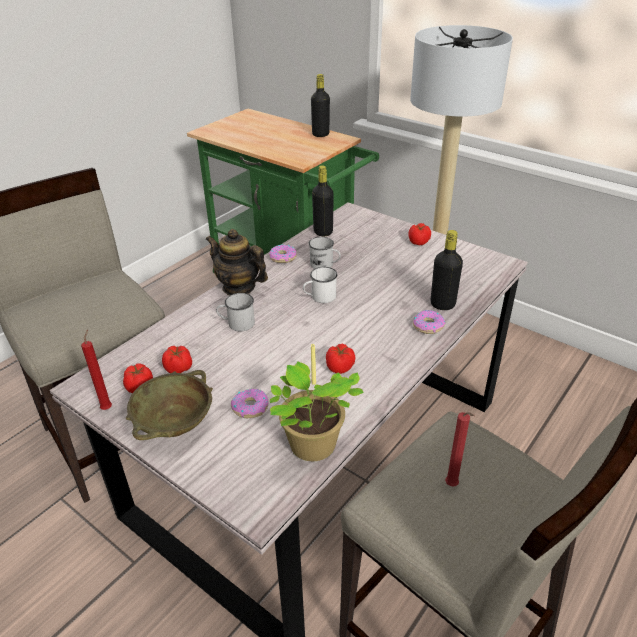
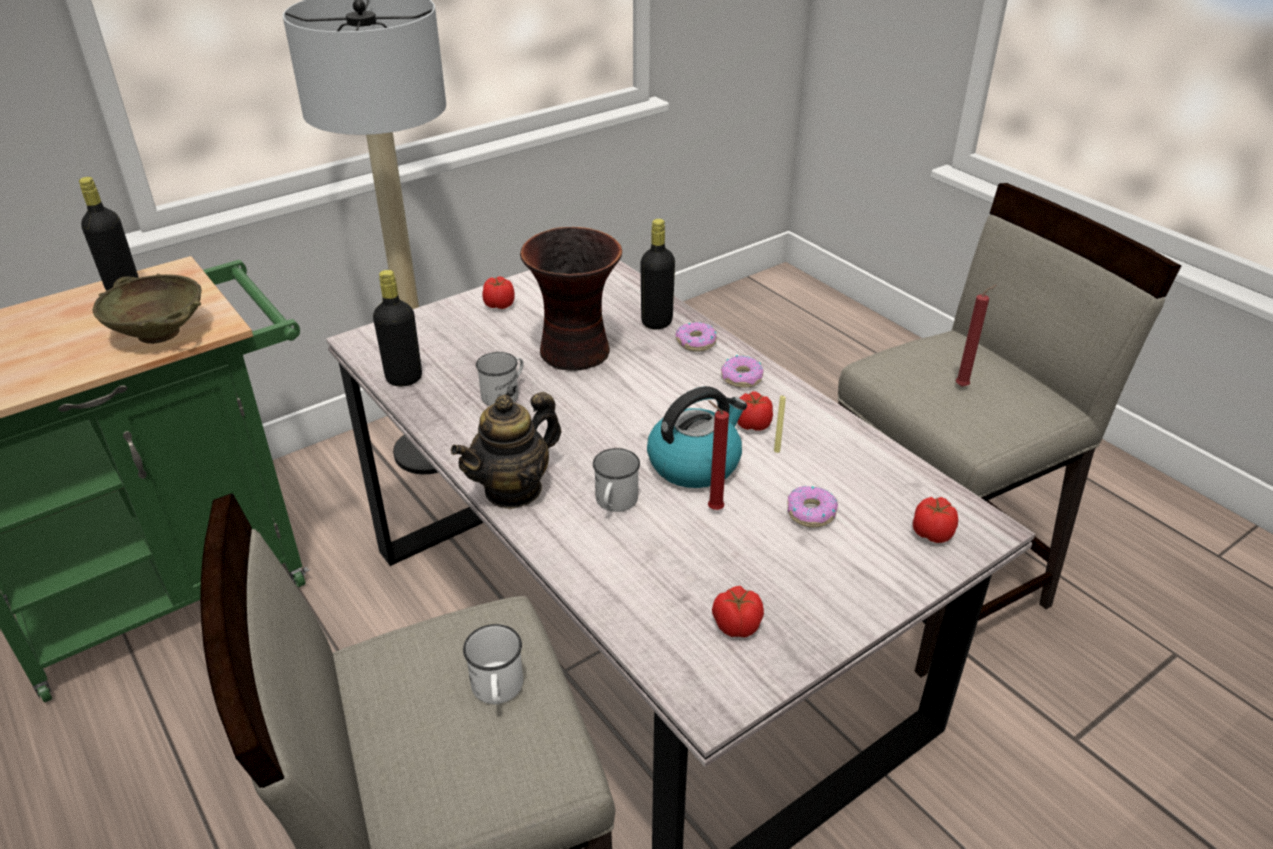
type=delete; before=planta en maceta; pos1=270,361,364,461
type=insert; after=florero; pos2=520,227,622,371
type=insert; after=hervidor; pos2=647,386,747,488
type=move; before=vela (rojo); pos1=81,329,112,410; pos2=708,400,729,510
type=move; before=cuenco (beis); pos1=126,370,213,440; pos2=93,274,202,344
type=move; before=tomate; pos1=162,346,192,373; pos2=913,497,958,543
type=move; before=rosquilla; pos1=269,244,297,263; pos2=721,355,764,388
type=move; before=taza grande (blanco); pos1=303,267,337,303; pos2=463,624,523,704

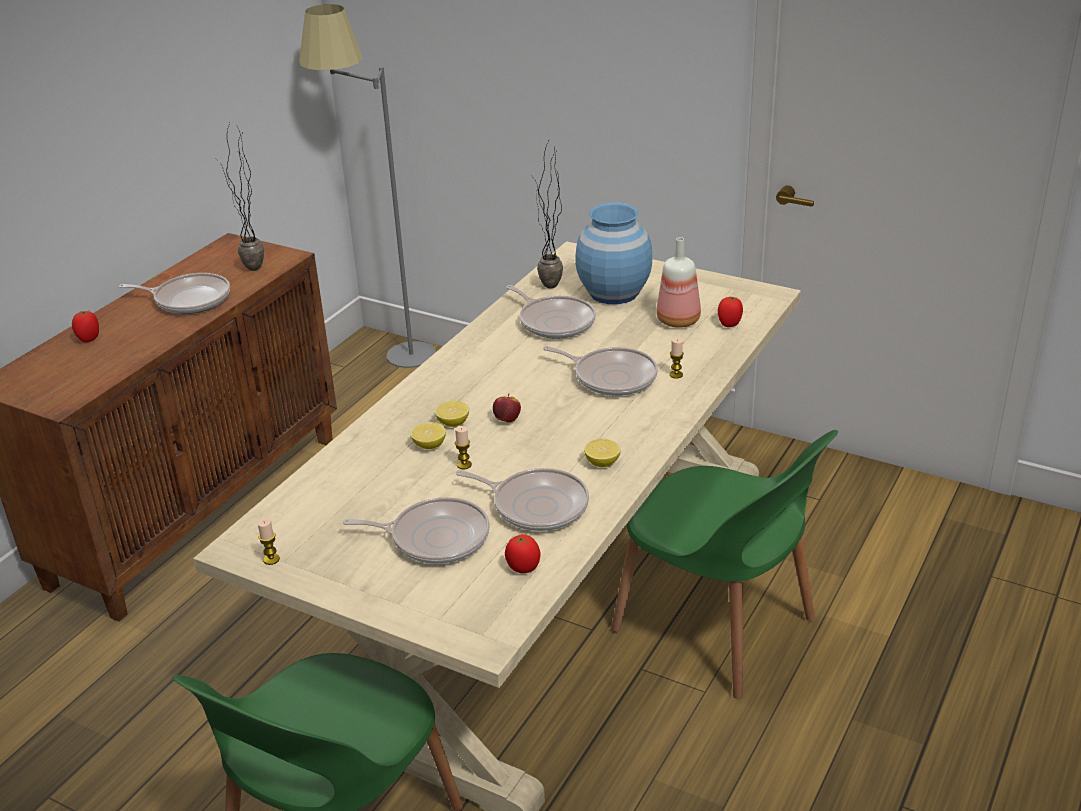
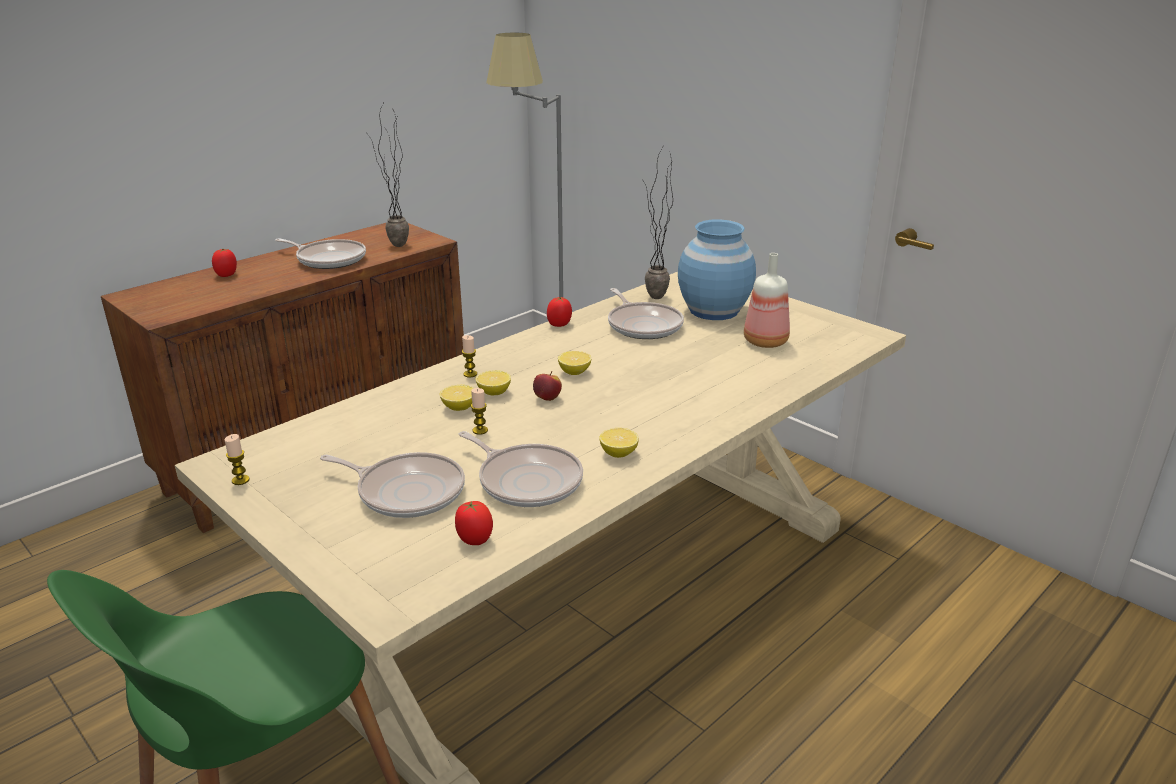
type=delete; before=sartén; pos1=543,346,658,396
type=delete; before=silla (verde); pos1=611,430,838,699
type=insert; after=limón; pos2=558,351,591,375
type=move; before=vela; pos1=669,338,684,378; pos2=462,335,477,378
type=move; before=tomate; pos1=718,297,743,327; pos2=547,297,572,327

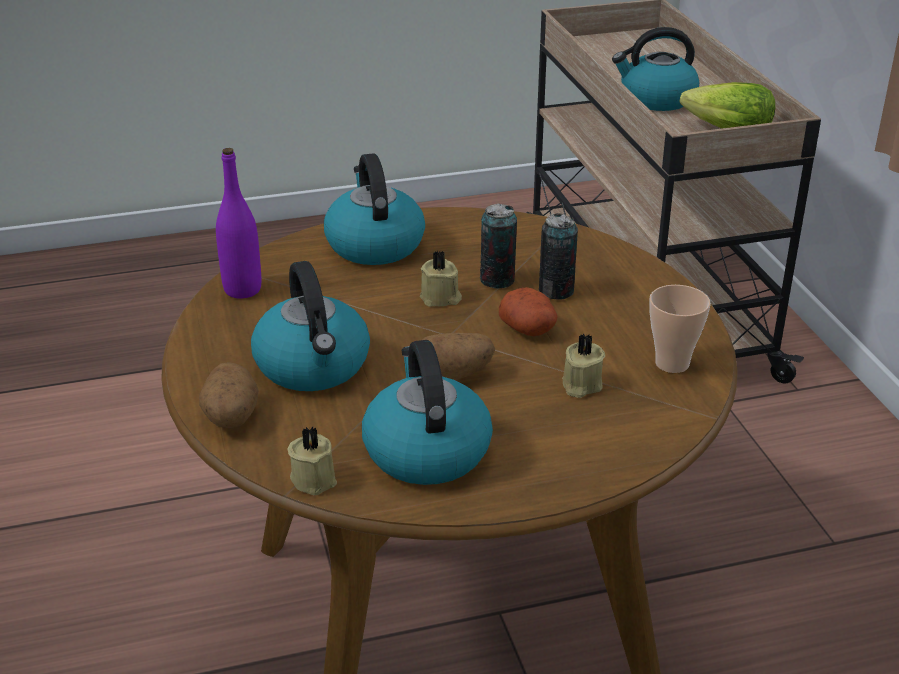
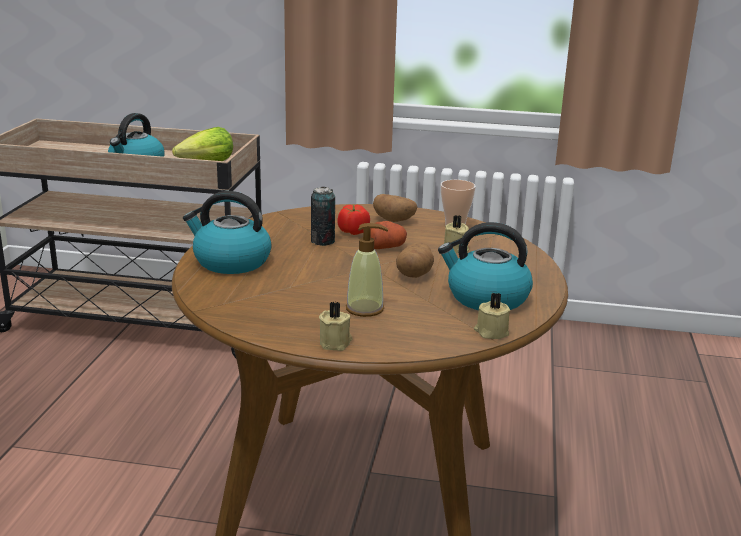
type=delete; before=botella (morado); pos1=216,148,261,298
type=move; before=patata; pos1=199,362,258,428; pos2=373,194,418,222
type=move; before=vela (beis); pos1=420,251,462,307; pos2=319,301,353,351
type=replace; before=hervidor; after=dispensador de jabón; pos1=251,261,370,391; pos2=346,223,388,317
type=replace; before=lata; after=tomate; pos1=539,213,578,300; pos2=337,204,370,235

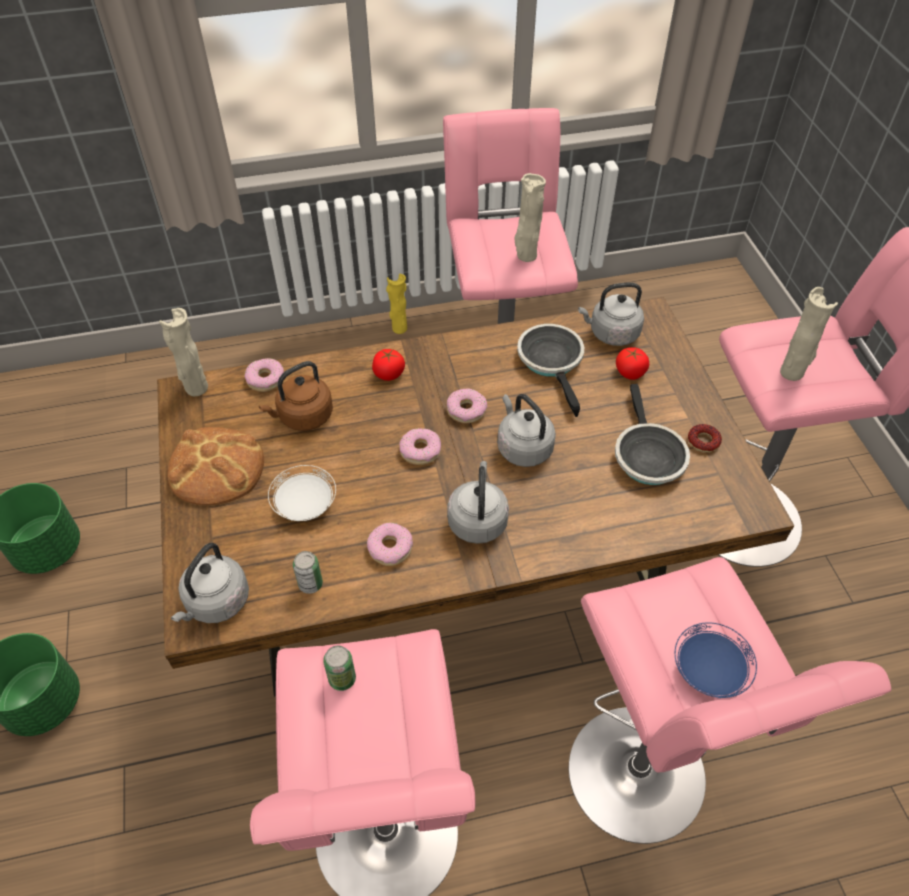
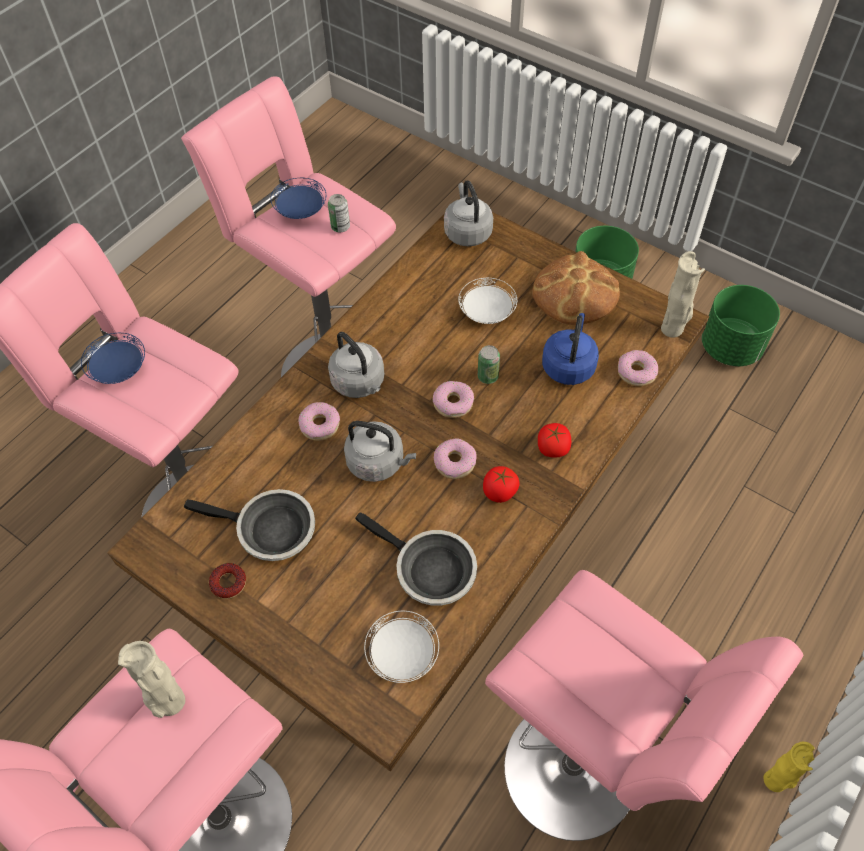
type=delete; before=florero (beis); pos1=515,173,546,262
type=insert; after=plato (azul); pos2=270,178,326,219
type=move; before=lata; pos1=293,551,323,594; pos2=478,345,500,384
type=move; before=rosquilla; pos1=367,523,413,566; pos2=298,402,340,441
type=move; before=tomate; pos1=616,347,649,380; pos2=483,466,520,503
type=replace; before=hervidor (gris); after=plato (blanco); pos1=578,283,644,346; pos2=364,611,439,683
type=recolor; before=hervidor (marrón); after=hervidor (azul); pos1=259,361,333,431; pos2=542,313,599,385
type=rotate; before=sartén; pos1=615,384,690,485; pos2=184,489,315,561; turn=150

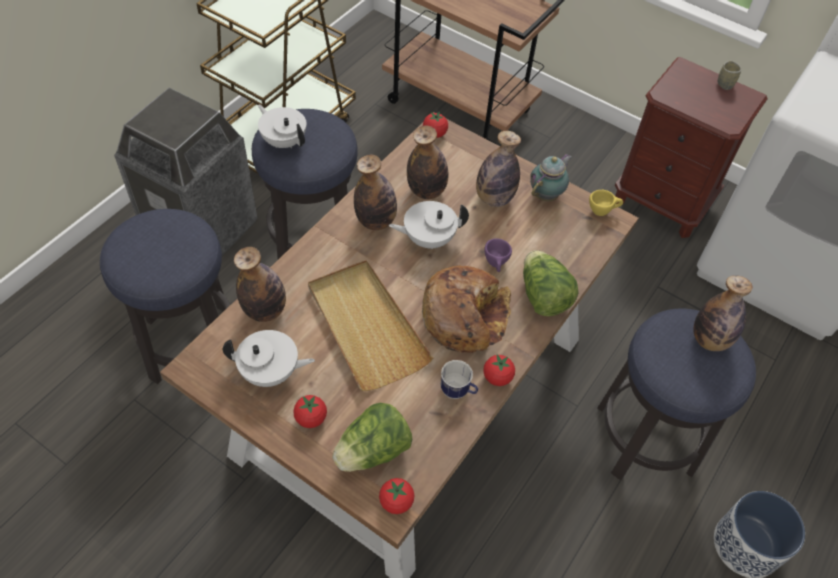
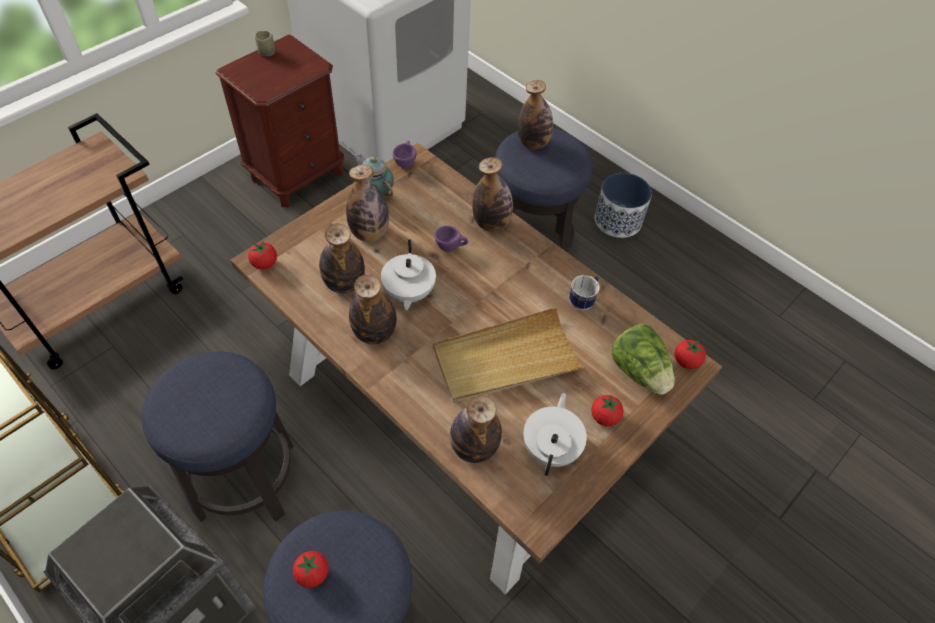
type=delete; before=tetera (blanco); pos1=258,104,307,148
type=delete; before=pan; pos1=422,266,511,353
type=move; before=tomate; pos1=483,355,515,386; pos2=293,551,329,588
type=replace; before=lechuga; after=botella; pos1=523,250,579,316; pos2=472,157,513,232
type=recolor; before=taza (amarillo); after=taza (morado); pos1=589,190,623,216; pos2=393,141,417,168

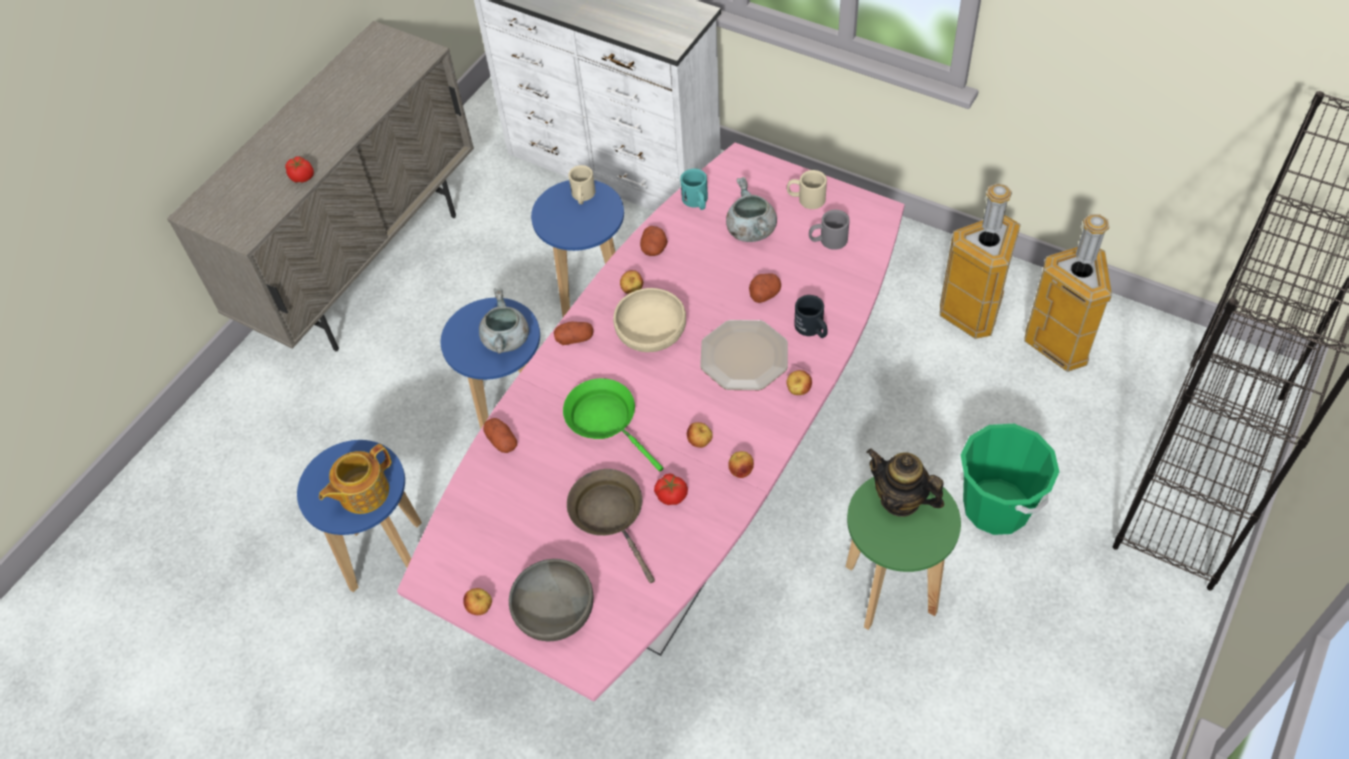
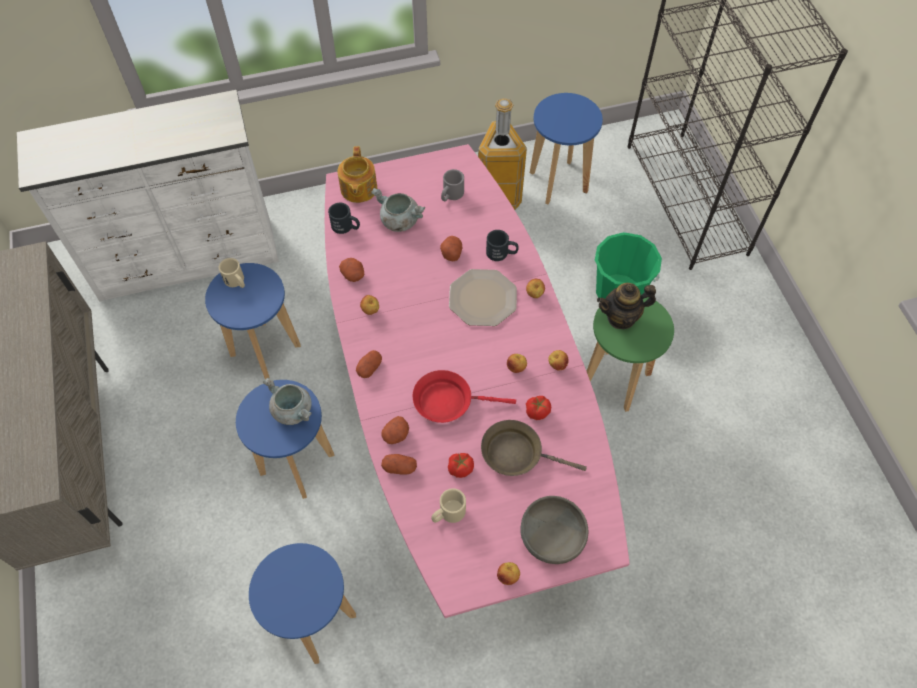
type=delete; before=cuenco (beis); pos1=613,288,686,352
type=insert; after=patata; pos2=381,416,409,444
type=move; before=tomate; pos1=285,157,314,183; pos2=448,453,474,478
type=move; before=tetera; pos1=319,444,391,514; pos2=337,146,377,203
type=move; before=taza grande (beis); pos1=787,170,827,209; pos2=431,488,466,523
type=replace; before=papelera; after=taburete (azul); pos1=1024,214,1112,372; pos2=530,93,603,204
type=recolor; before=sartén (verde); after=sartén (rojo); pos1=563,378,663,471; pos2=413,370,516,423
type=recolor; before=taza grande (turquesa); after=taza grande (negro); pos1=680,169,708,210; pos2=328,203,360,234

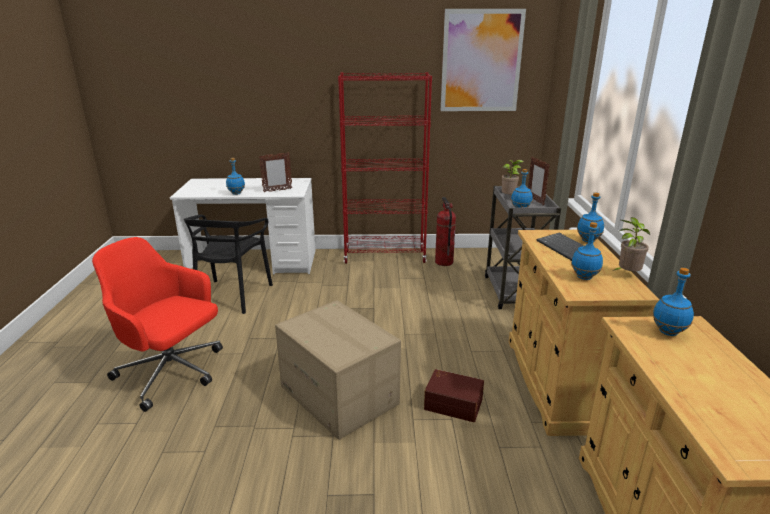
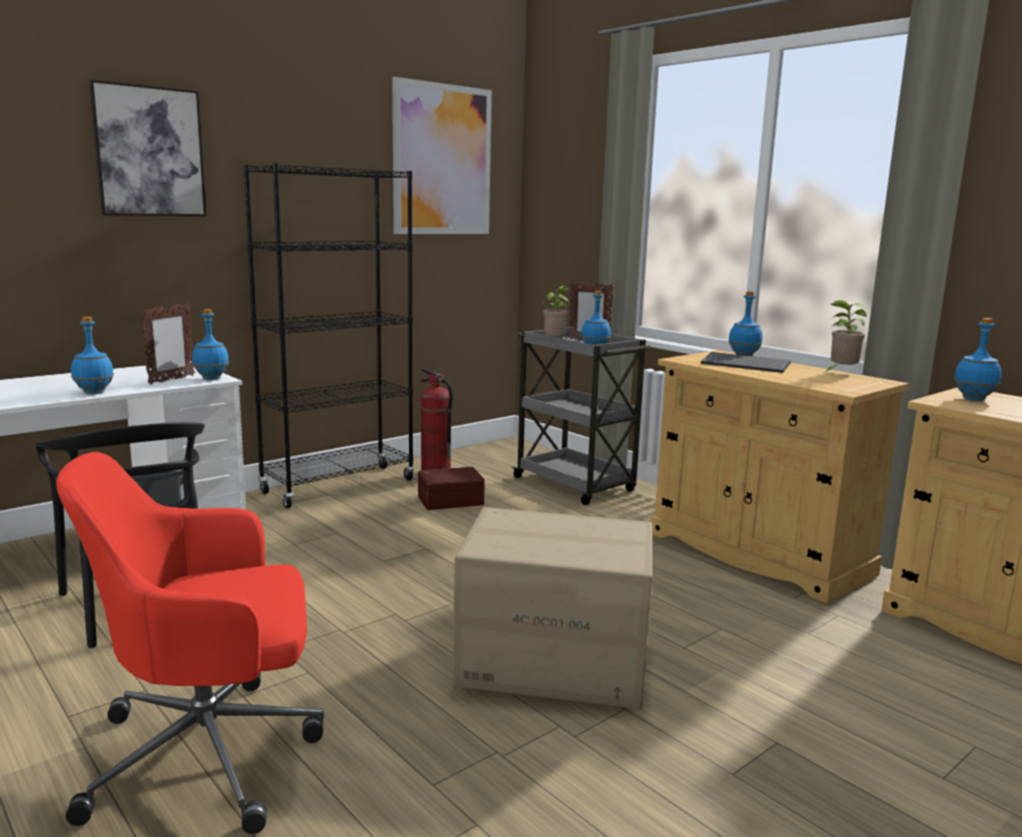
type=insert; after=cuadro; pos2=89,80,206,216
type=move; before=caja de almacenaje (marrón); pos1=424,369,484,422; pos2=418,467,485,510
type=move; before=botella (azul); pos1=571,222,603,280; pos2=192,309,229,380
type=recolor; before=estantería (rojo); after=estantería (negro); pos1=338,72,432,264; pos2=243,163,415,508

